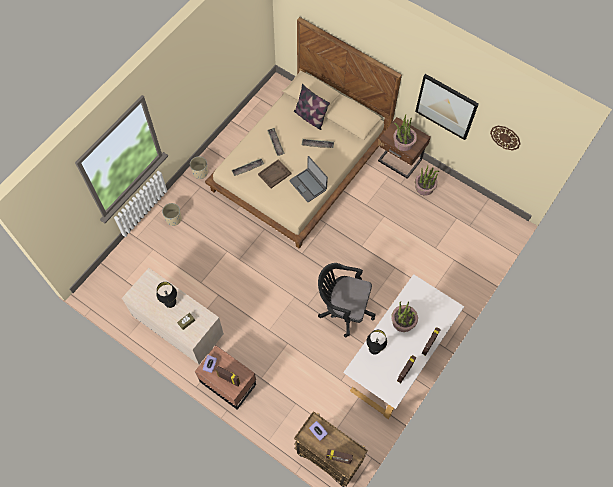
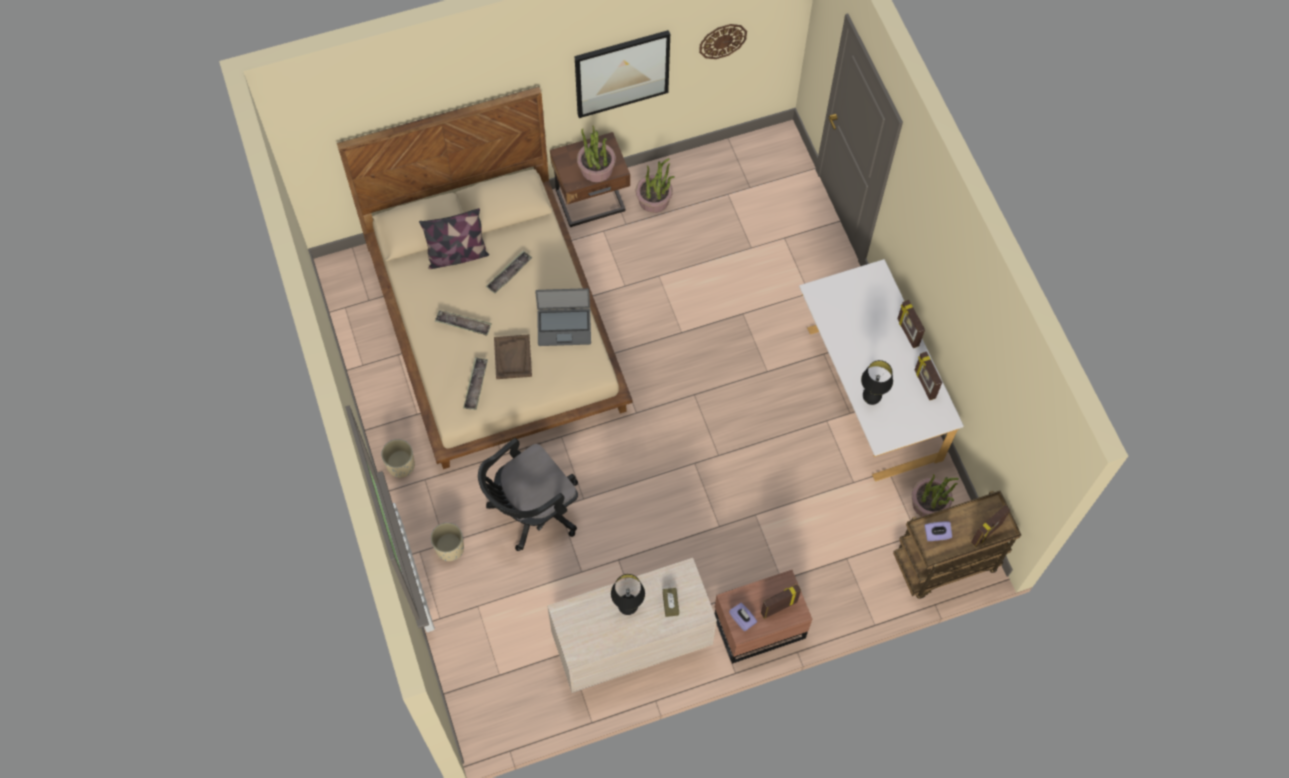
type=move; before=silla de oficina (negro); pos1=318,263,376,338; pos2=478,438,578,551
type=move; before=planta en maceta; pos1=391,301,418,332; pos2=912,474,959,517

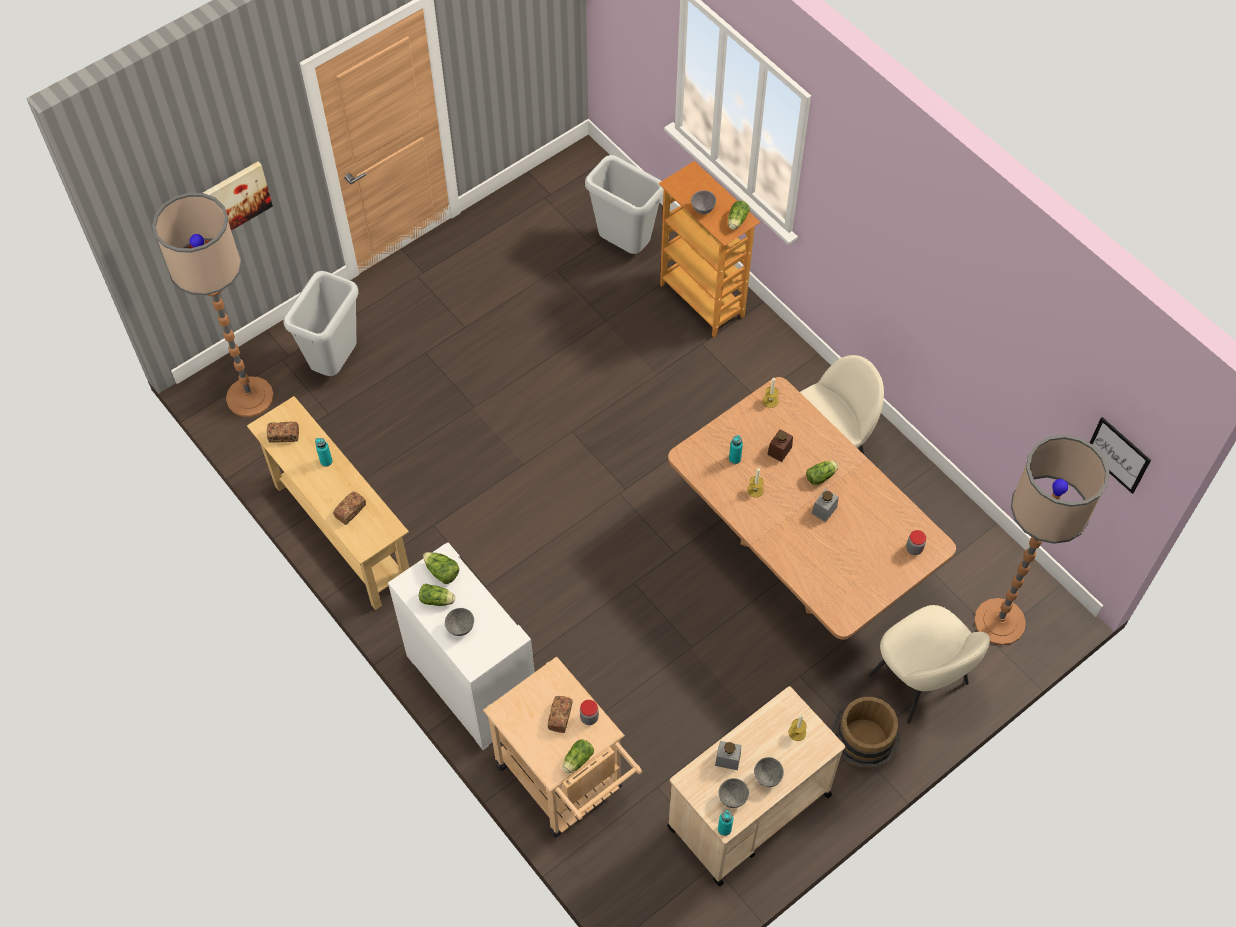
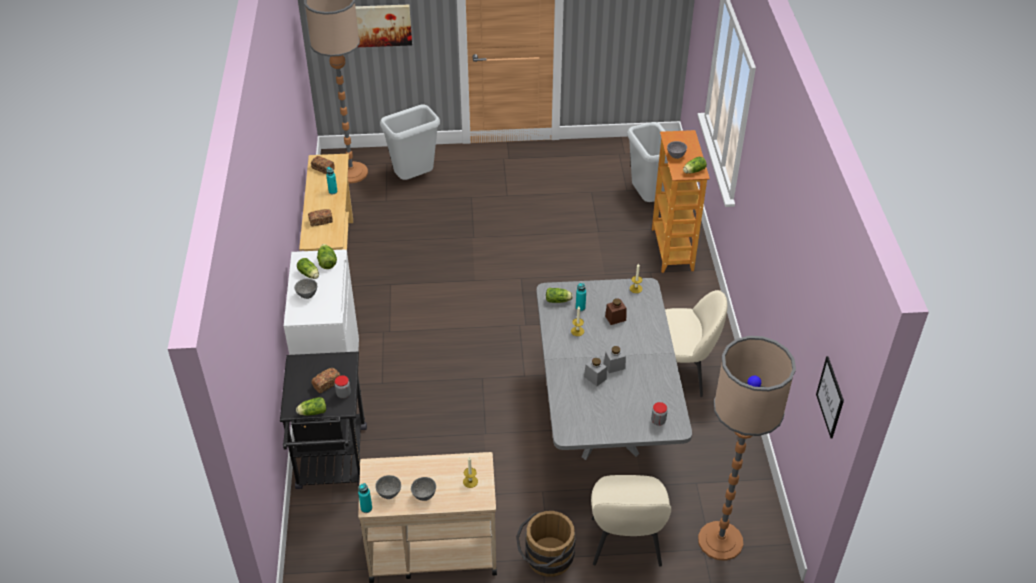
type=move; before=tarro (gris); pos1=715,741,741,770; pos2=584,358,607,386
type=move; before=lechuga; pos1=806,461,838,485; pos2=546,288,573,303
type=recolor; before=carrito (beis); after=carrito (negro); pos1=483,656,642,838; pos2=280,352,367,489
type=recolor; before=mesa de comedor (marrón); after=mesa de comedor (gris); pos1=668,377,956,640; pos2=536,278,692,460

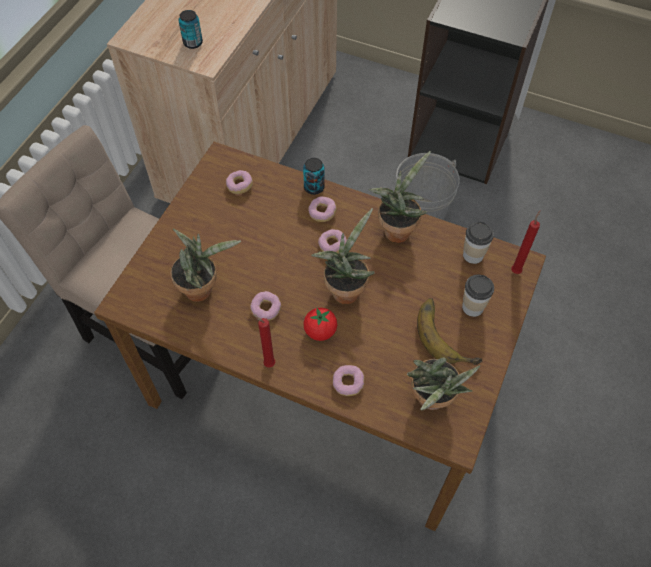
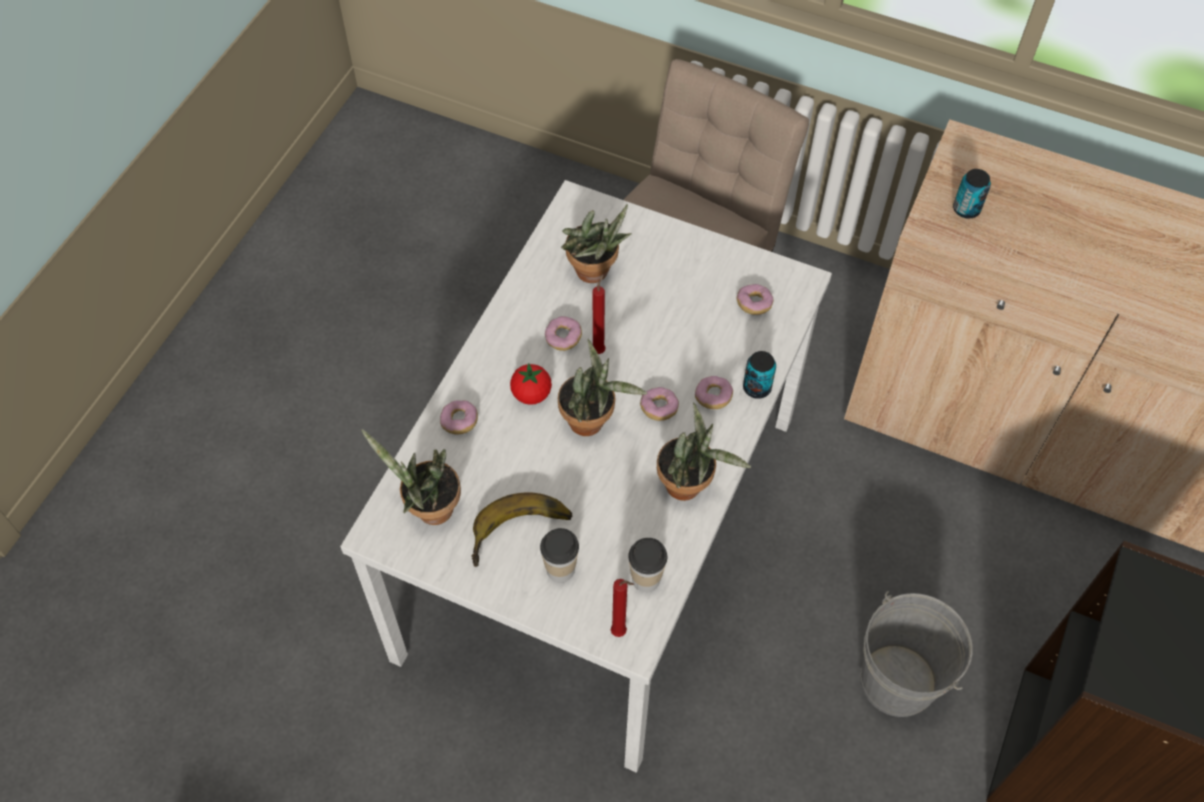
type=move; before=vela (rojo); pos1=252,314,275,368; pos2=593,274,606,354
type=recolor; before=mesa de comedor (marrón); after=mesa de comedor (blanco); pos1=94,142,546,531; pos2=340,180,832,773

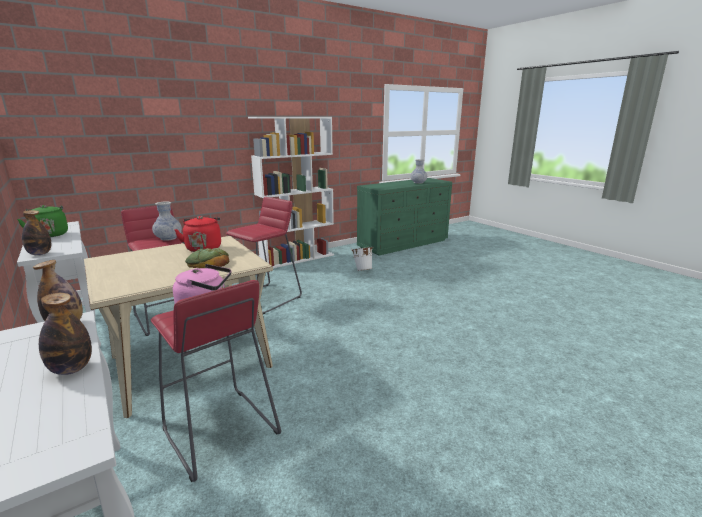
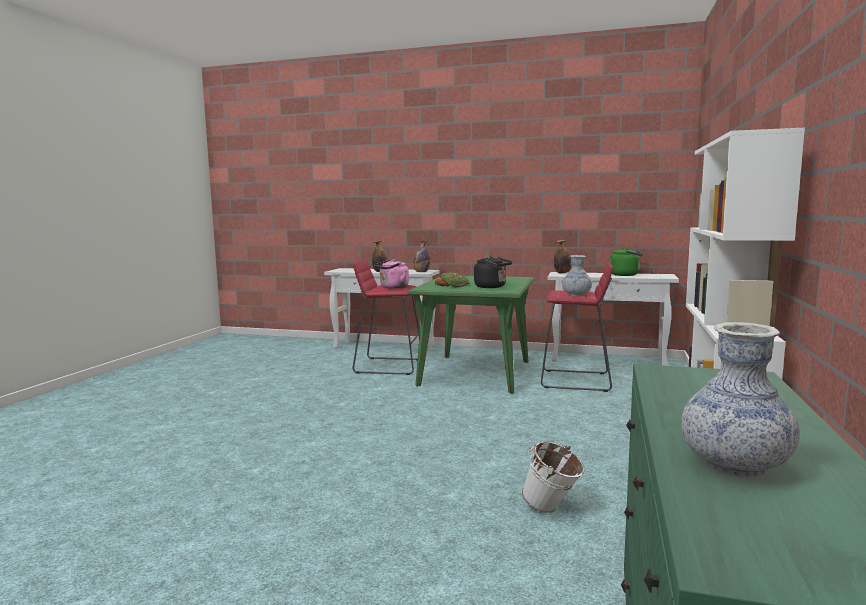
type=delete; before=taburete (rojo); pos1=226,197,302,314
type=recolor; before=mesa de comedor (beis); after=mesa de comedor (verde); pos1=84,236,273,418; pos2=408,276,534,394
type=recolor; before=hervidor (rojo); after=hervidor (negro); pos1=174,216,221,252; pos2=474,256,512,288

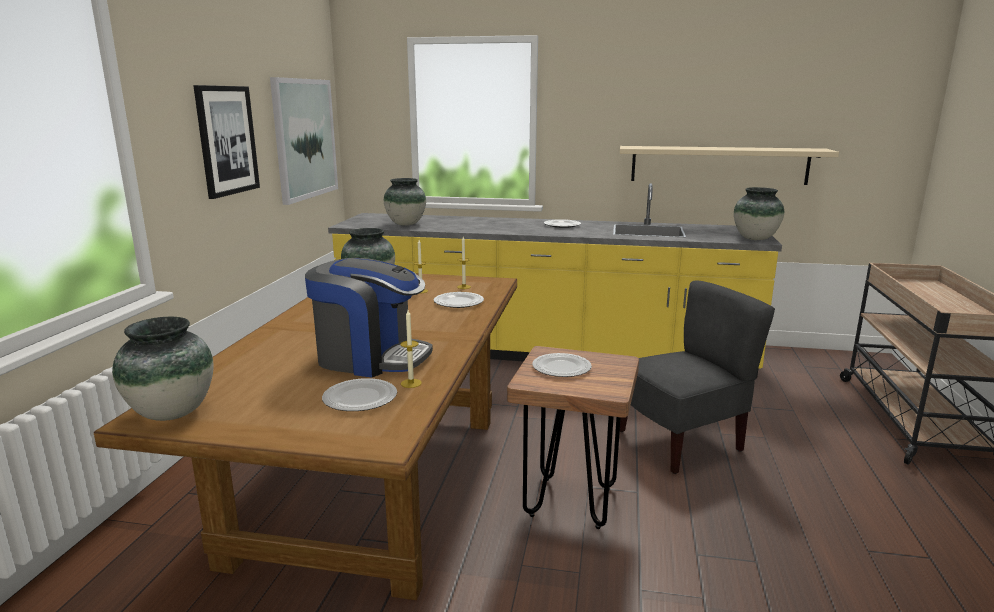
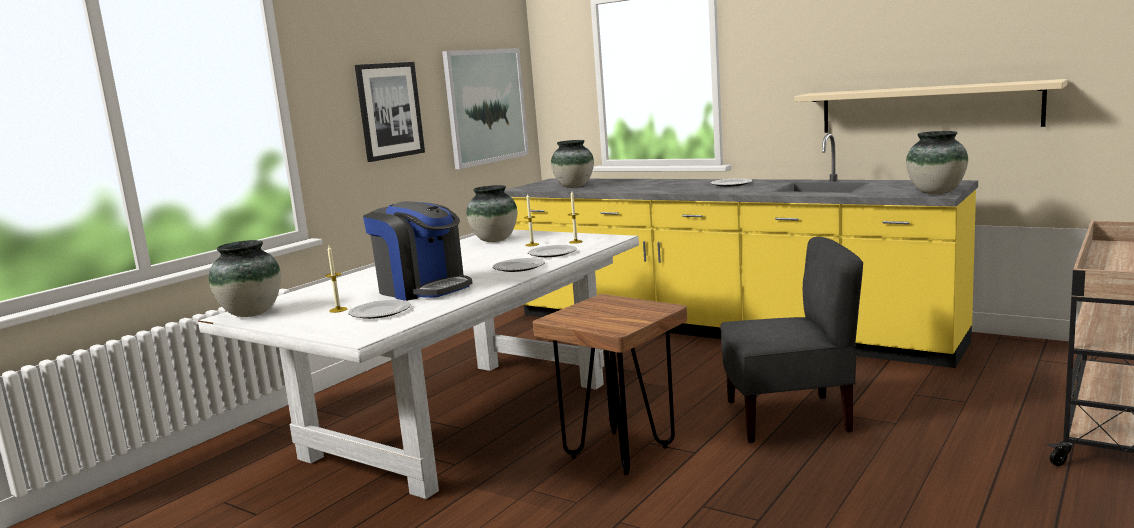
type=move; before=vela; pos1=400,310,422,388; pos2=326,246,348,313
type=move; before=plato; pos1=532,353,592,377; pos2=493,258,545,272
type=recolor; before=mesa de comedor (marrón); after=mesa de comedor (blanco); pos1=94,273,517,600; pos2=198,230,639,499

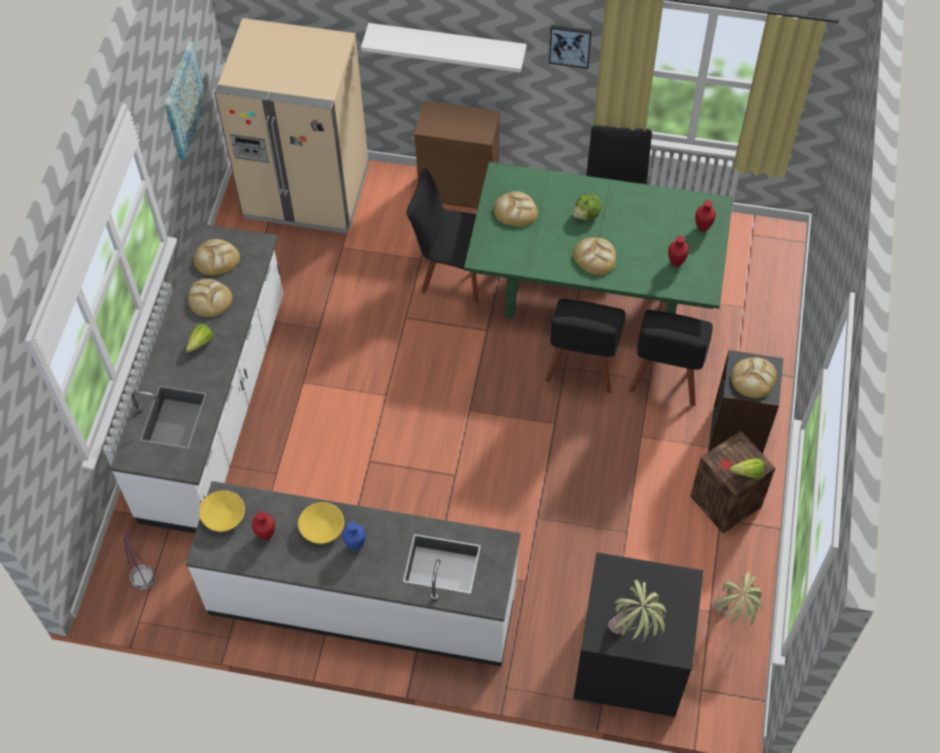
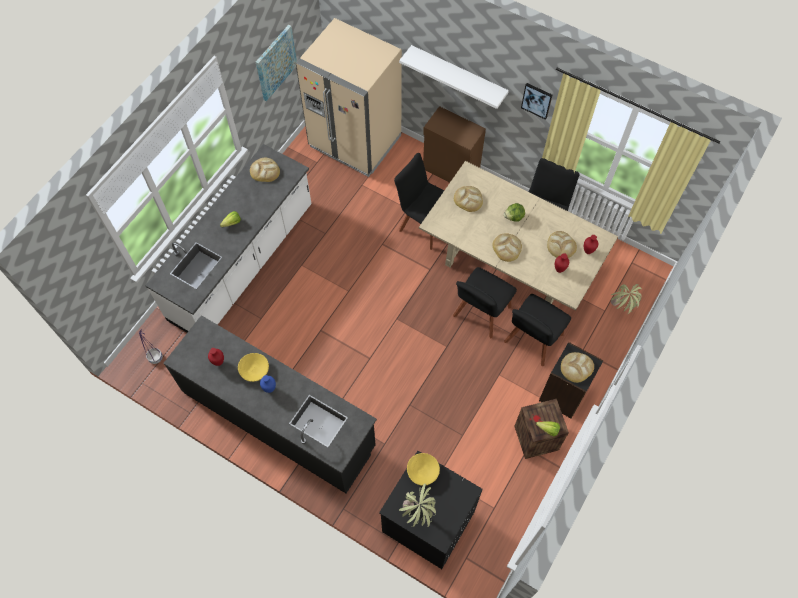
type=move; before=pan; pos1=188,278,232,317; pos2=547,231,577,258
type=move; before=cuenco (amarillo); pos1=199,490,245,532; pos2=407,453,440,486
type=move; before=planta en maceta; pos1=713,572,762,625; pos2=611,284,641,314
type=recolor; before=mueble bajo de cocina (blanco); after=mueble bajo de cocina (negro); pos1=186,481,521,666; pos2=164,315,377,493
type=recolor; before=mesa de comedor (verde); after=mesa de comedor (beis); pos1=464,162,733,319; pos2=419,161,618,311

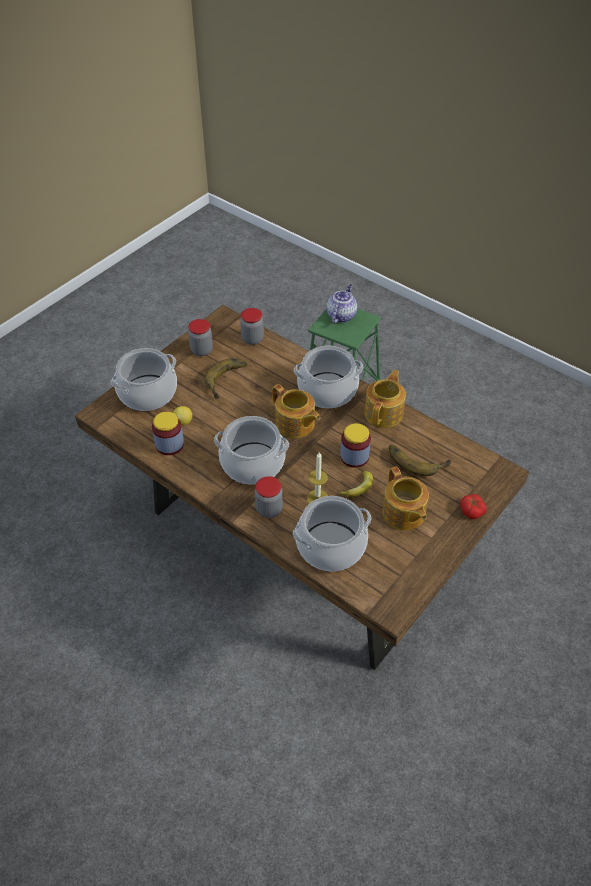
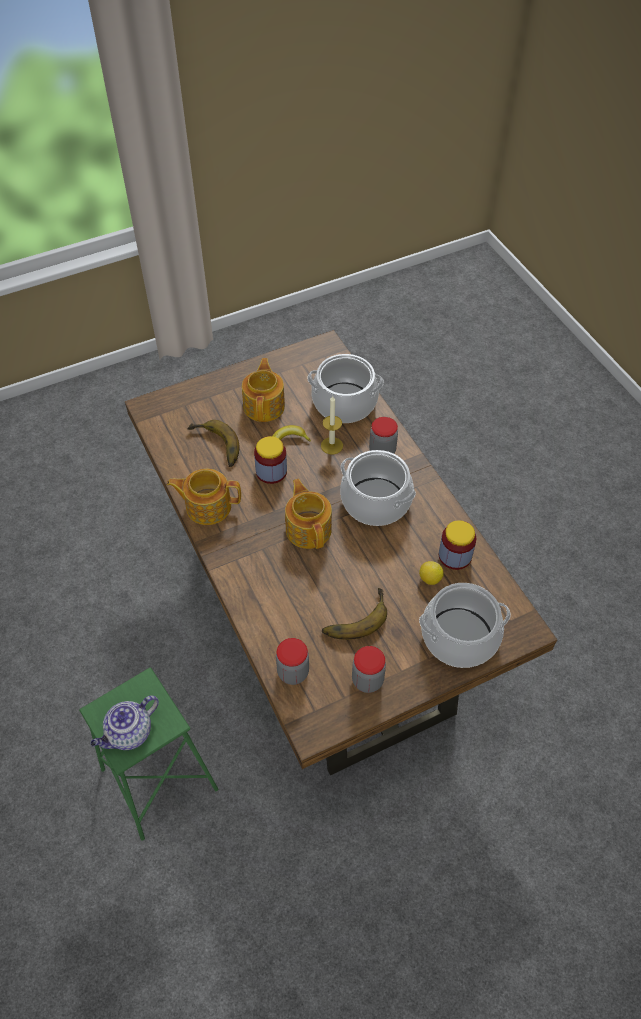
type=delete; before=olla; pos1=294,346,363,408
type=delete; before=tomate; pos1=460,494,486,519
type=rotate; before=tetera; pos1=364,370,406,428; pos2=167,469,241,525; turn=45

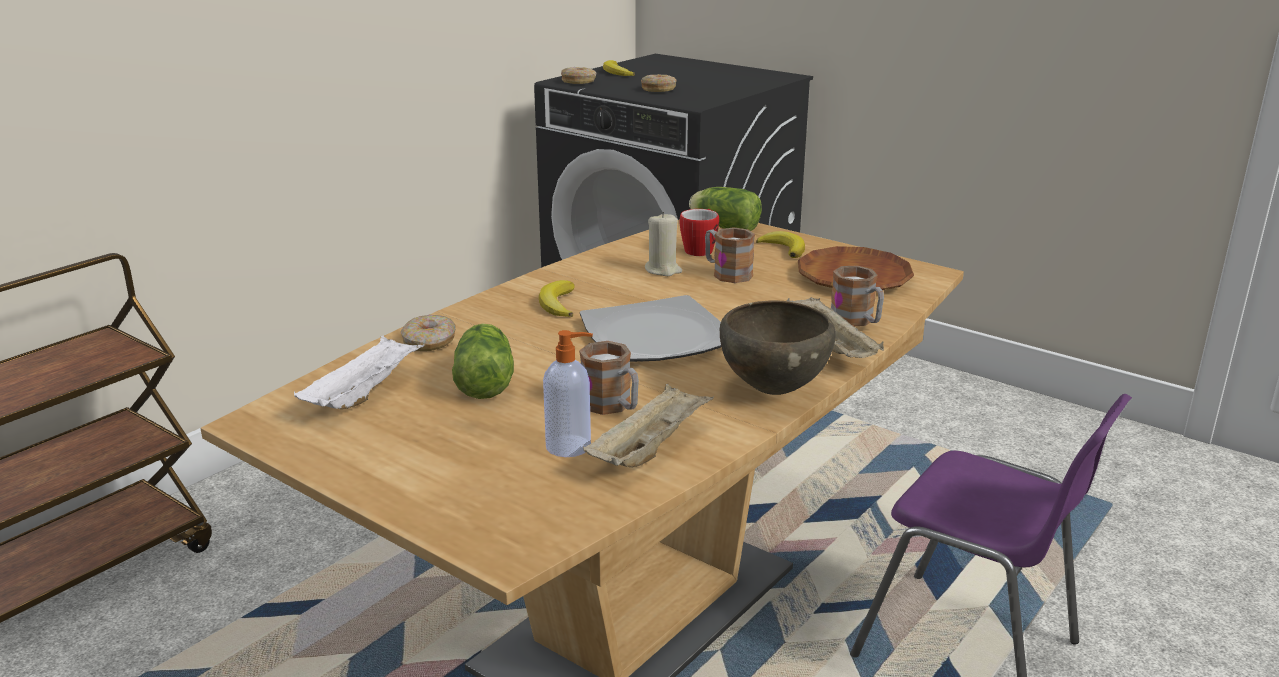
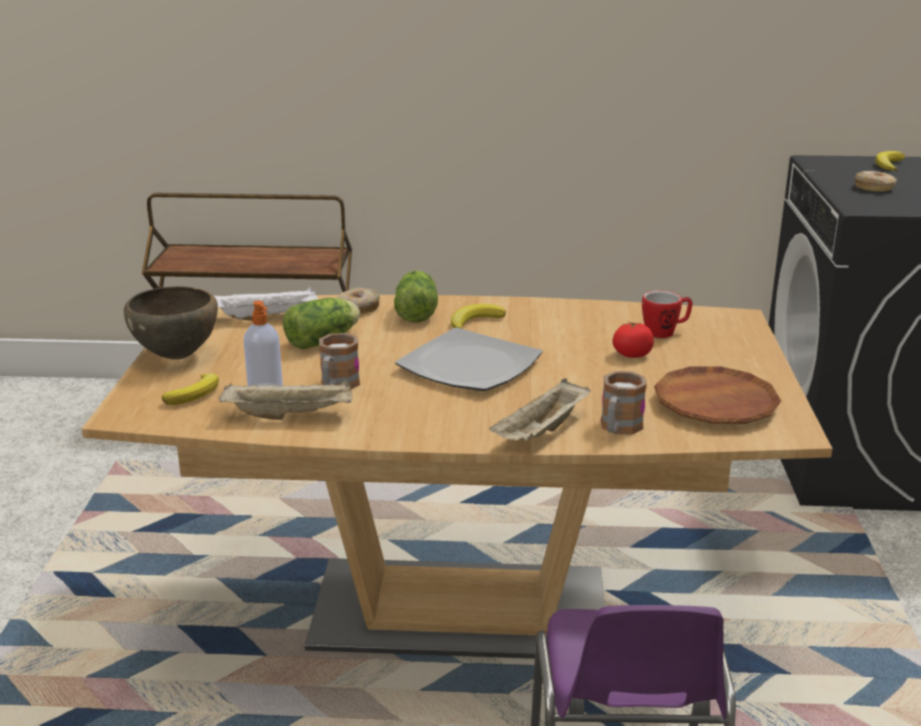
type=delete; before=rosquilla; pos1=561,67,597,84
type=delete; before=vela (beis); pos1=645,212,682,276
type=move; before=lechuga; pos1=689,187,762,231; pos2=394,270,438,323
type=move; before=cuenco (marrón); pos1=720,300,835,395; pos2=124,286,218,360
type=move; before=plátano; pos1=756,231,805,258; pos2=162,373,219,405
type=replace; before=taza grande; after=tomate; pos1=705,227,755,283; pos2=613,321,654,358

